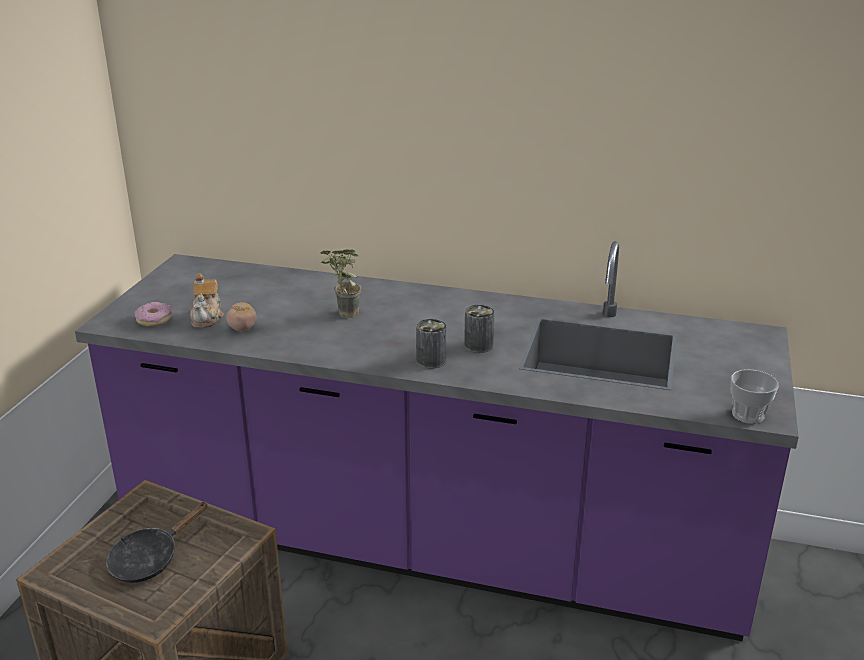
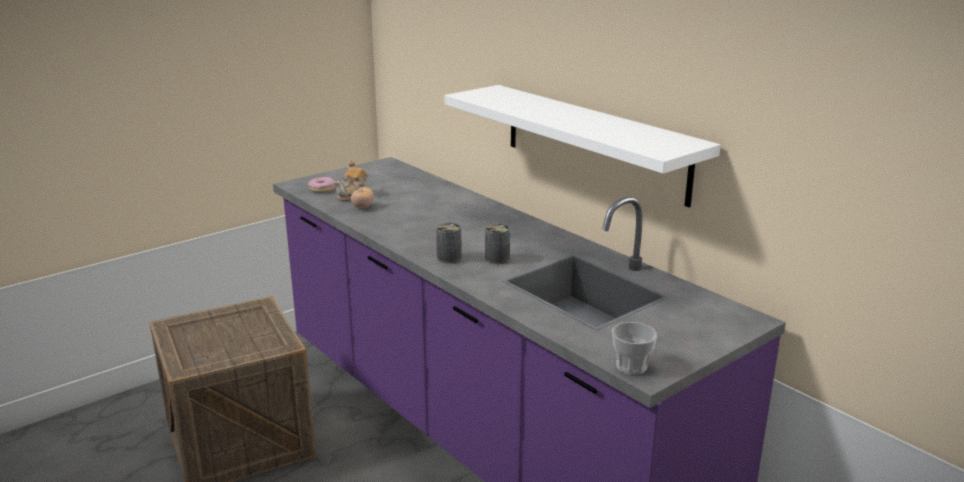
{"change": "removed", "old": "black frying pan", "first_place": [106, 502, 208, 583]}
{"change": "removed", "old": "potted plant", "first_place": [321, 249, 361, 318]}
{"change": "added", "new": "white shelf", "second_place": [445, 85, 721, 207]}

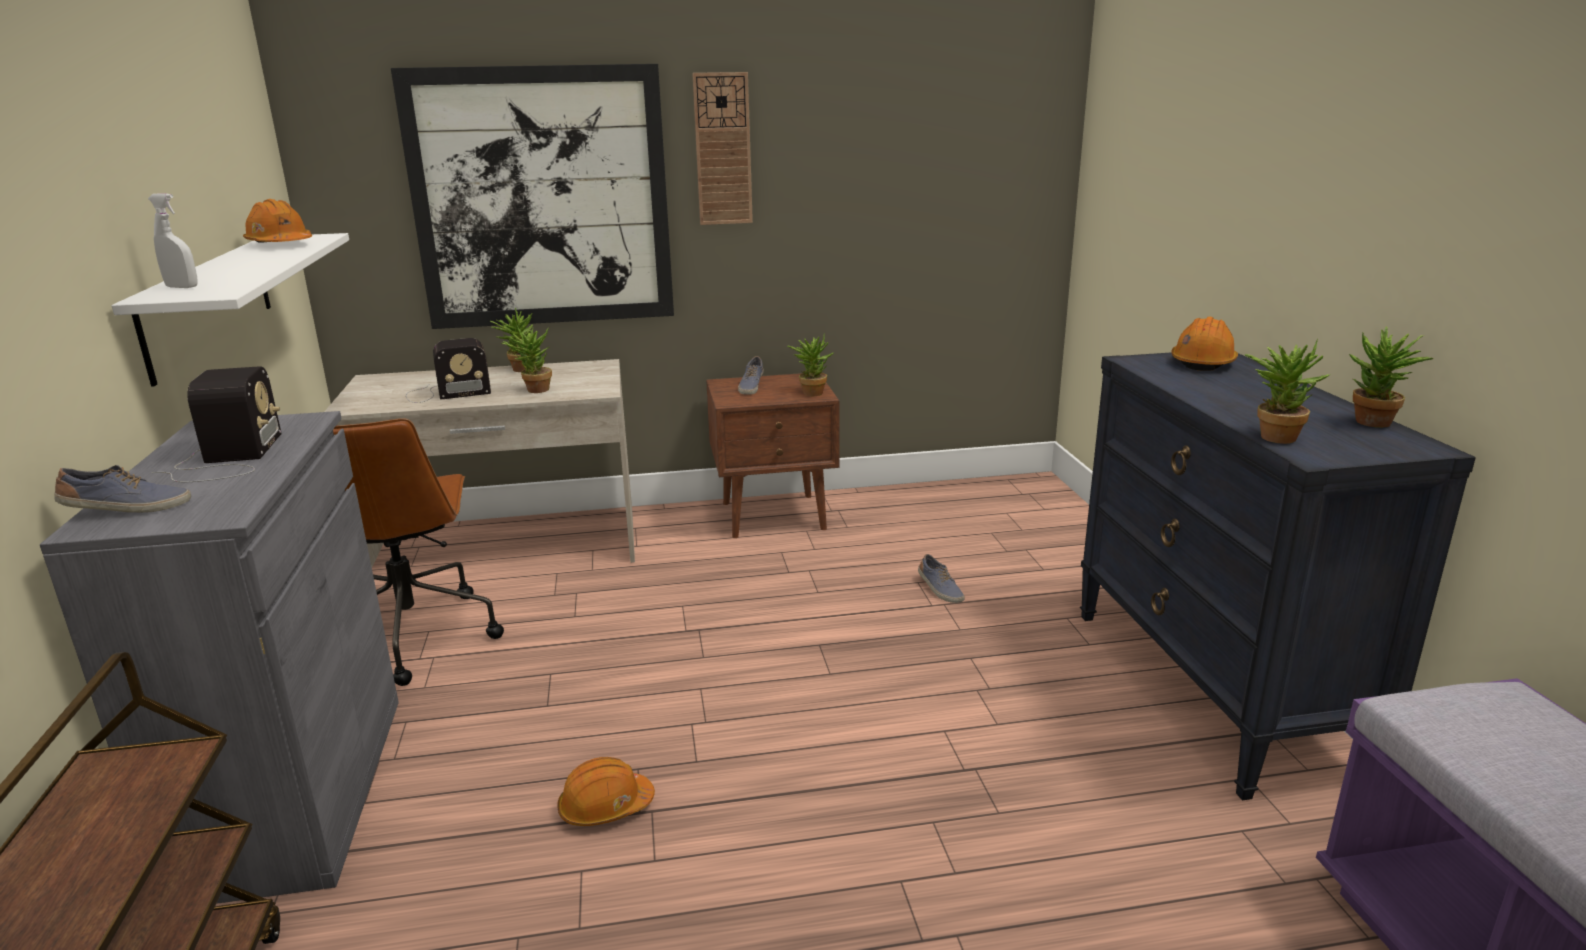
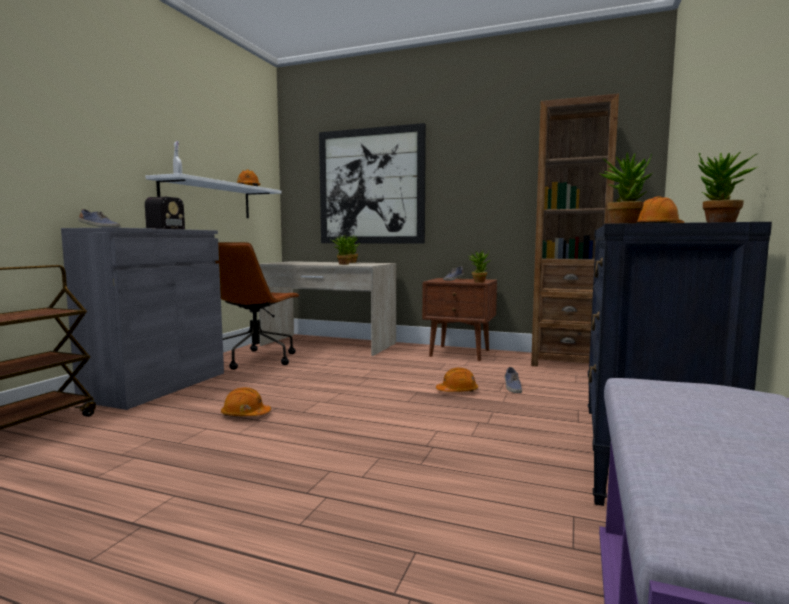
{"change": "removed", "old": "radio", "first_place": [406, 338, 491, 403]}
{"change": "removed", "old": "wall clock", "first_place": [692, 72, 753, 225]}
{"change": "added", "new": "orange hard hat", "second_place": [436, 368, 478, 392]}
{"change": "added", "new": "brown bookcase", "second_place": [531, 94, 619, 367]}

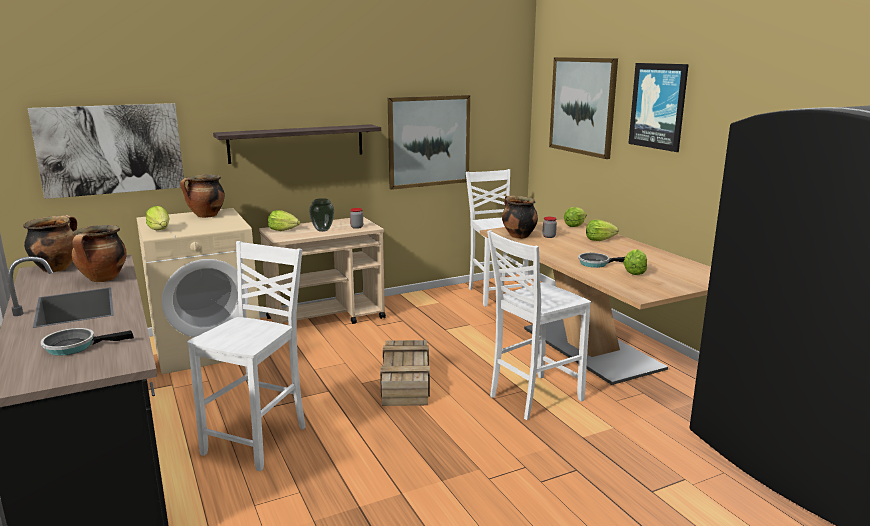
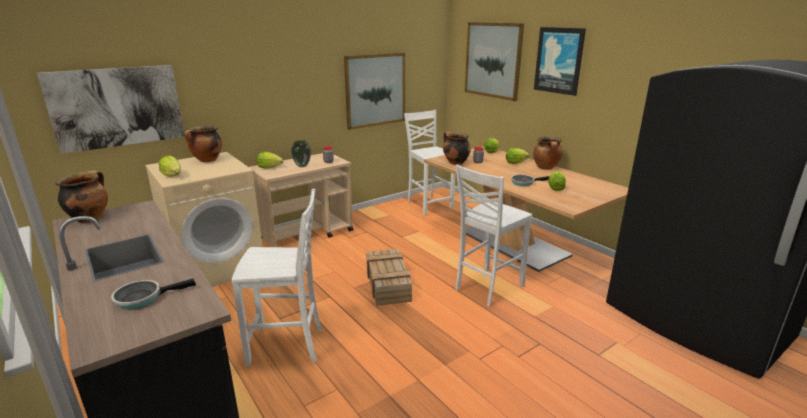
{"change": "removed", "old": "shelf", "first_place": [213, 124, 381, 164]}
{"change": "moved", "old": "cooking pot", "first_place": [72, 225, 126, 282], "second_place": [533, 136, 562, 170]}
{"change": "turned", "old": "white chair", "first_place": [187, 241, 306, 472], "second_place": [232, 189, 322, 366], "degrees": 75}

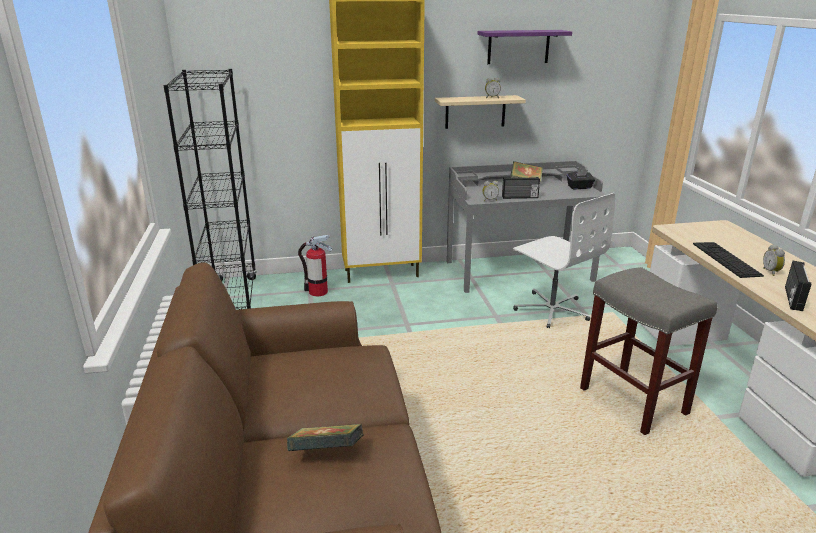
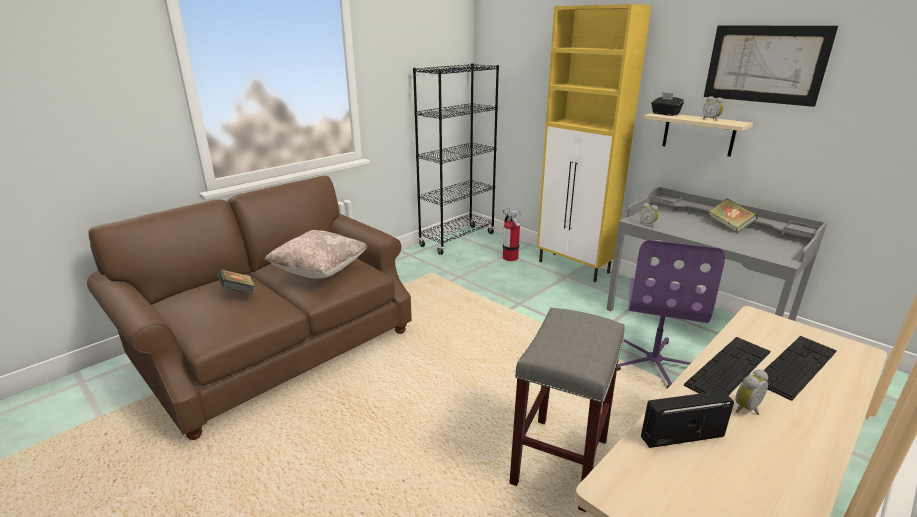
{"change": "removed", "old": "radio", "first_place": [502, 177, 540, 199]}
{"change": "added", "new": "beige pillow", "second_place": [264, 230, 368, 279]}
{"change": "added", "new": "keyboard", "second_place": [764, 336, 837, 401]}
{"change": "moved", "old": "black tissue box", "first_place": [567, 170, 595, 189], "second_place": [651, 92, 684, 116]}
{"change": "replaced", "old": "purple shelf", "new": "picture", "first_place": [477, 30, 572, 64], "second_place": [704, 26, 838, 107]}
{"change": "recoloured", "old": "white office chair", "new": "purple office chair", "first_place": [513, 193, 615, 328], "second_place": [617, 240, 725, 389]}

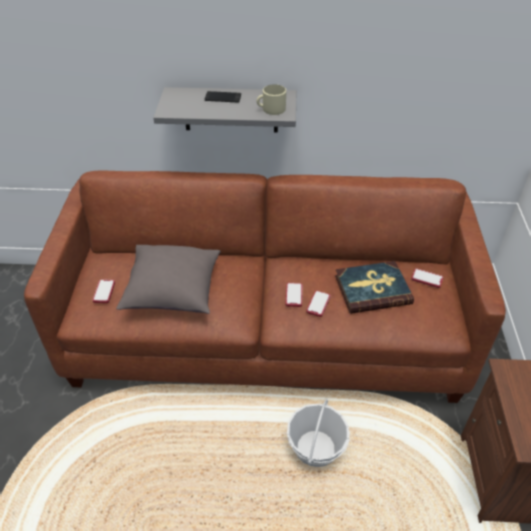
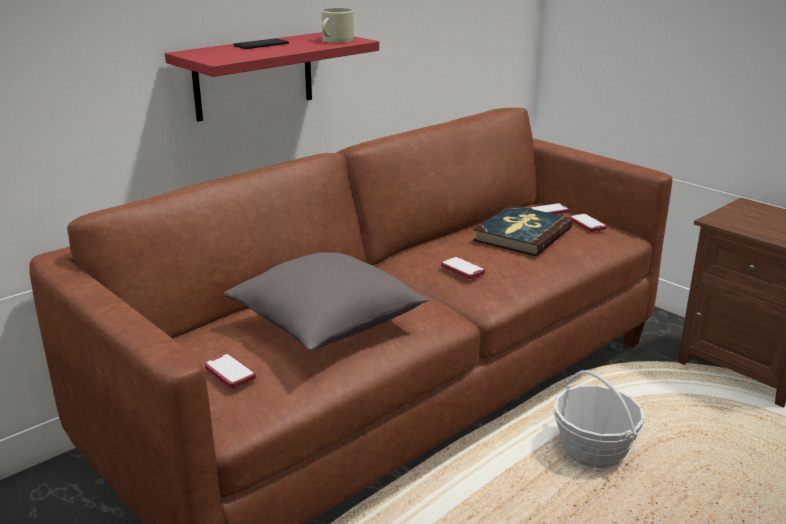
{"change": "moved", "old": "phone", "first_place": [306, 291, 331, 317], "second_place": [570, 214, 606, 232]}
{"change": "recoloured", "old": "grey shelf", "new": "red shelf", "first_place": [153, 87, 297, 133], "second_place": [165, 32, 379, 122]}

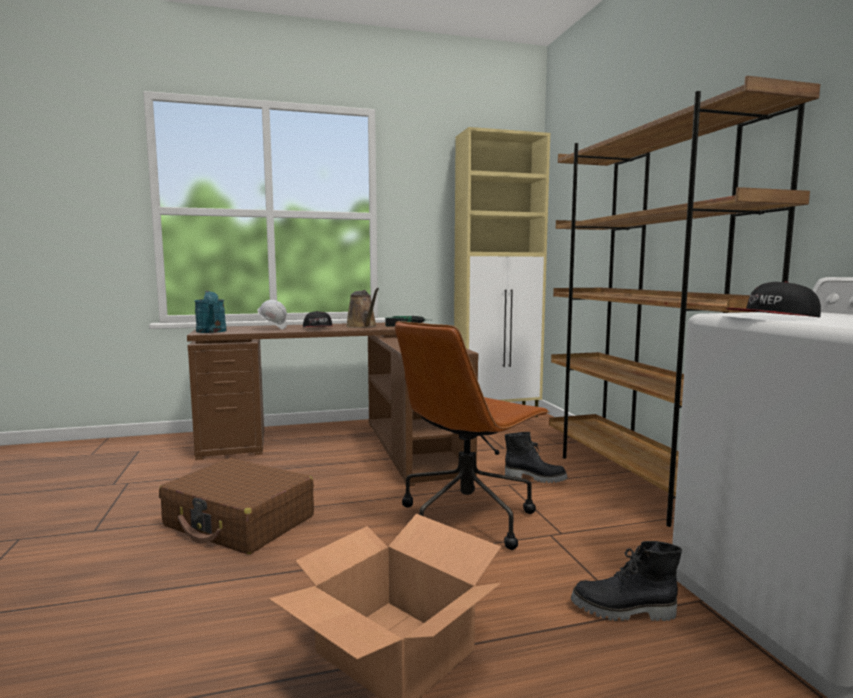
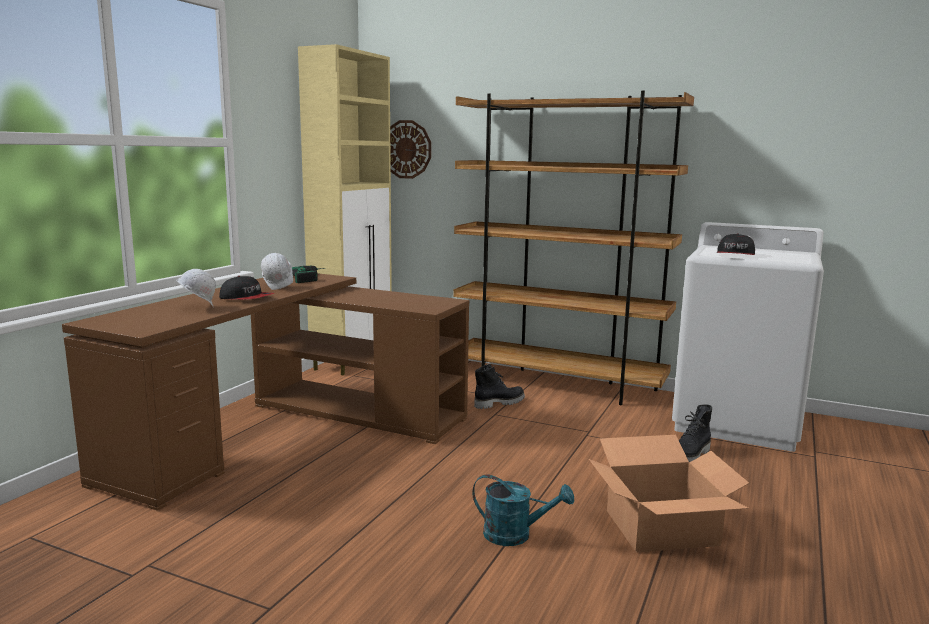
{"change": "removed", "old": "brown suitcase", "first_place": [159, 458, 314, 554]}
{"change": "removed", "old": "brown office chair", "first_place": [395, 321, 549, 550]}
{"change": "added", "new": "wall clock", "second_place": [390, 120, 431, 179]}
{"change": "moved", "old": "turquoise watering can", "first_place": [194, 291, 227, 333], "second_place": [472, 475, 574, 546]}
{"change": "replaced", "old": "brown watering can", "new": "white hard hat", "first_place": [346, 288, 379, 328], "second_place": [261, 253, 293, 290]}

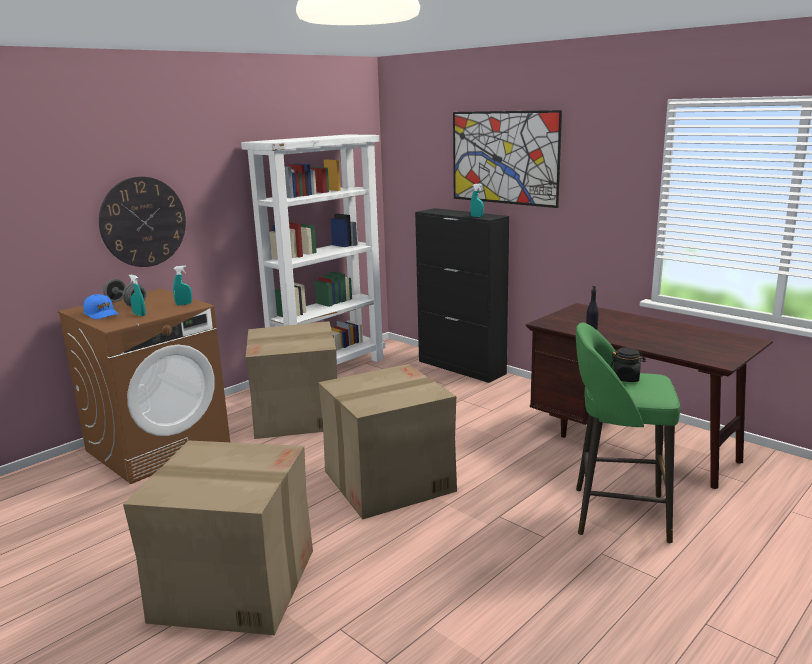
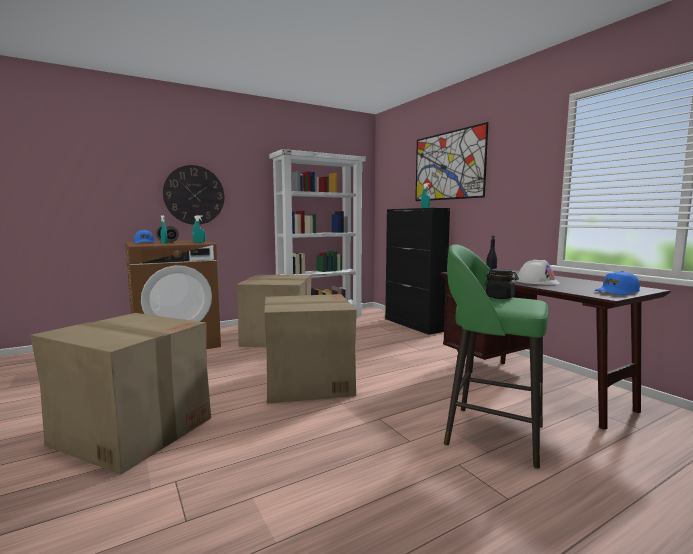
{"change": "added", "new": "white hard hat", "second_place": [516, 260, 560, 285]}
{"change": "added", "new": "blue cap", "second_place": [595, 271, 640, 295]}

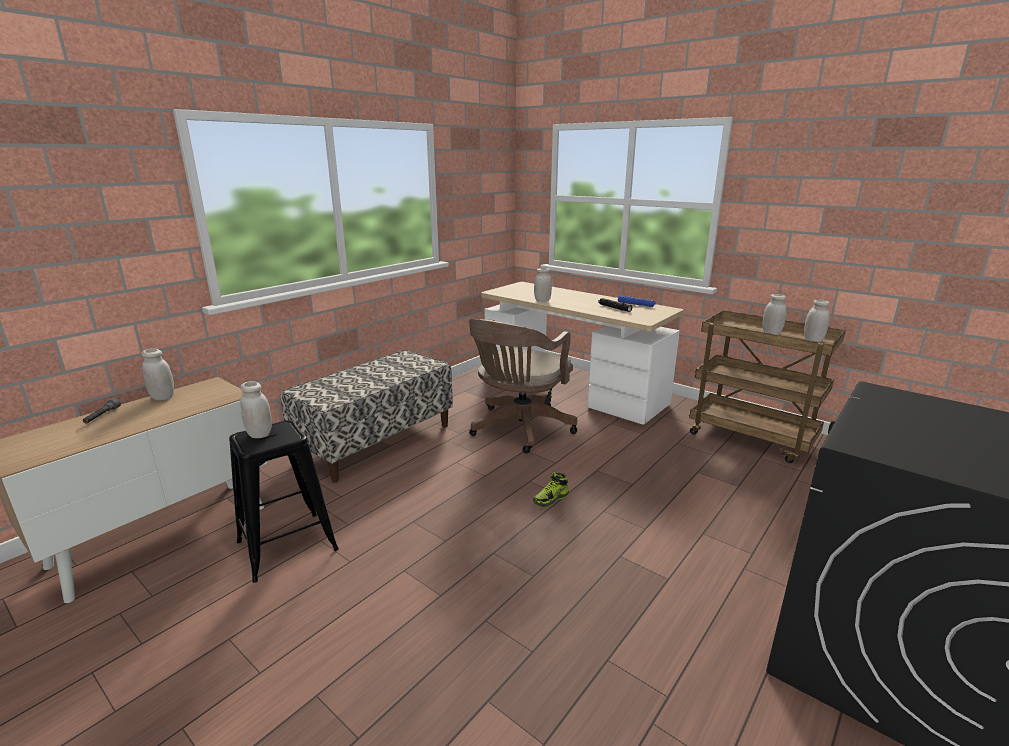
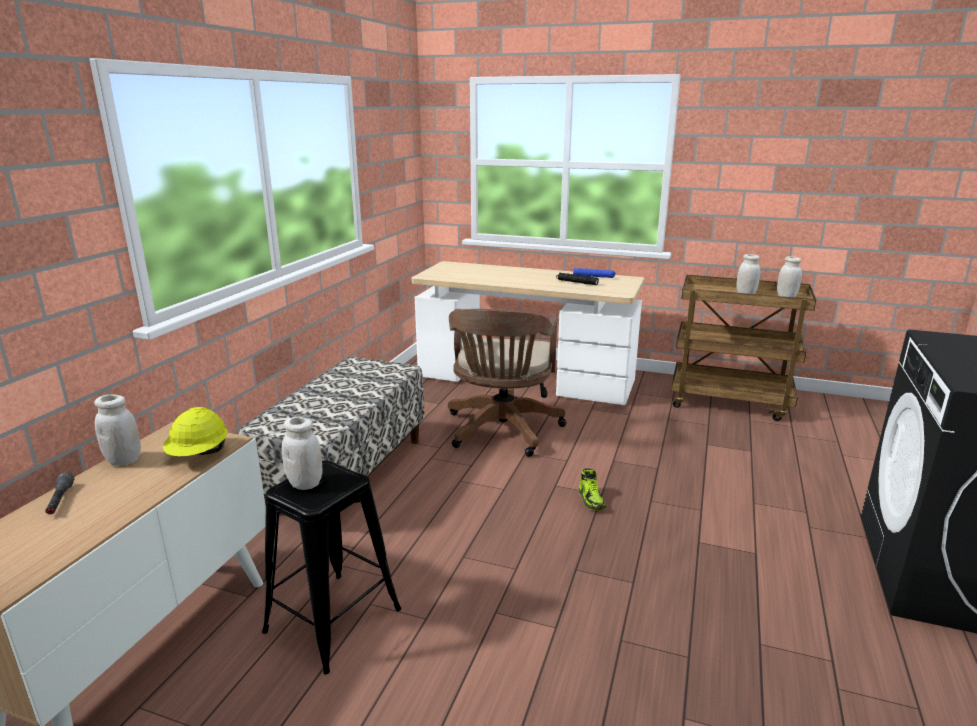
{"change": "removed", "old": "white jar", "first_place": [534, 268, 552, 302]}
{"change": "added", "new": "yellow hard hat", "second_place": [163, 407, 228, 456]}
{"change": "turned", "old": "shoe", "first_place": [533, 472, 569, 508], "second_place": [579, 468, 606, 510], "degrees": -45}

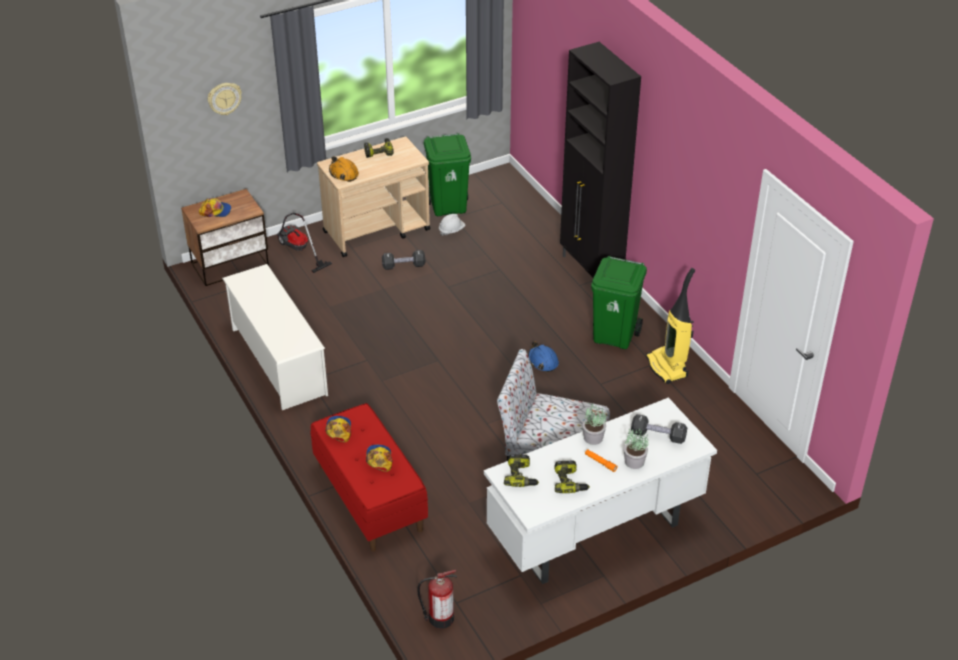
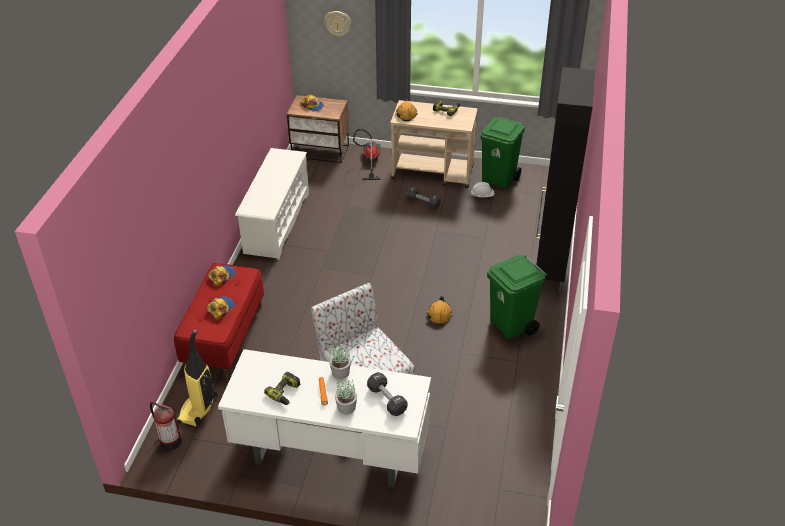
{"change": "removed", "old": "power drill", "first_place": [504, 454, 539, 487]}
{"change": "moved", "old": "vacuum cleaner", "first_place": [646, 268, 695, 384], "second_place": [177, 330, 217, 427]}
{"change": "recoloured", "old": "blue hard hat", "new": "orange hard hat", "first_place": [528, 341, 559, 372], "second_place": [427, 296, 452, 325]}

